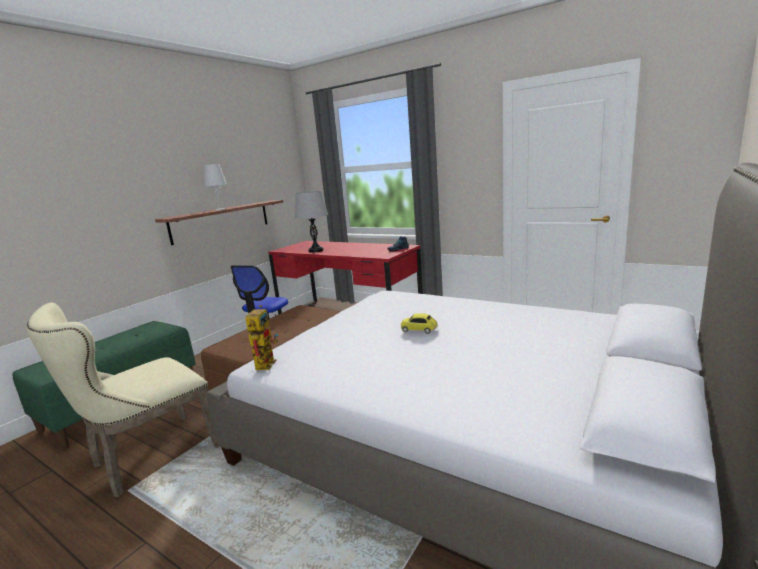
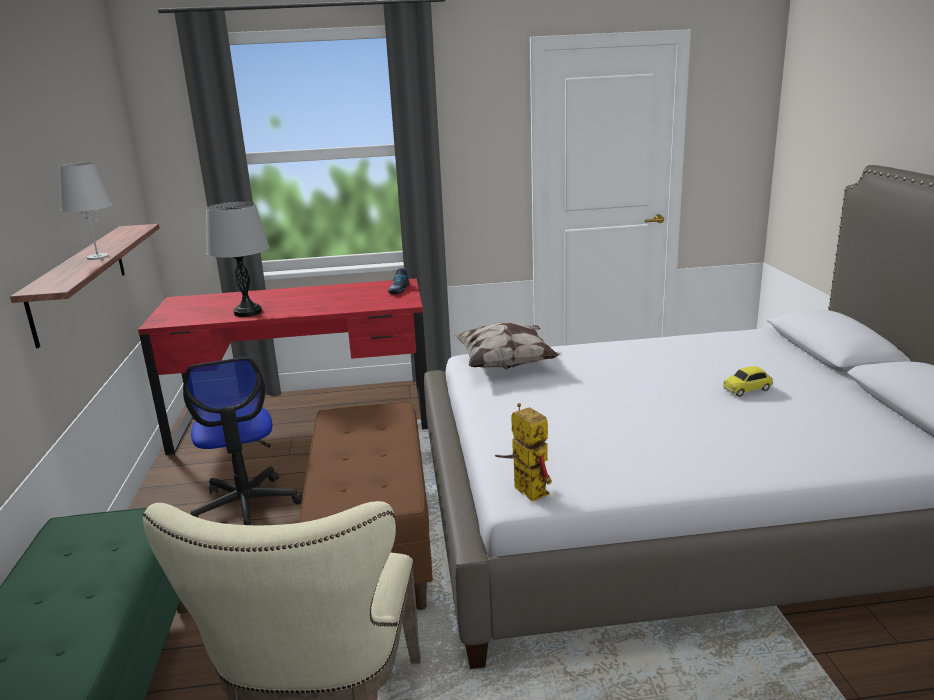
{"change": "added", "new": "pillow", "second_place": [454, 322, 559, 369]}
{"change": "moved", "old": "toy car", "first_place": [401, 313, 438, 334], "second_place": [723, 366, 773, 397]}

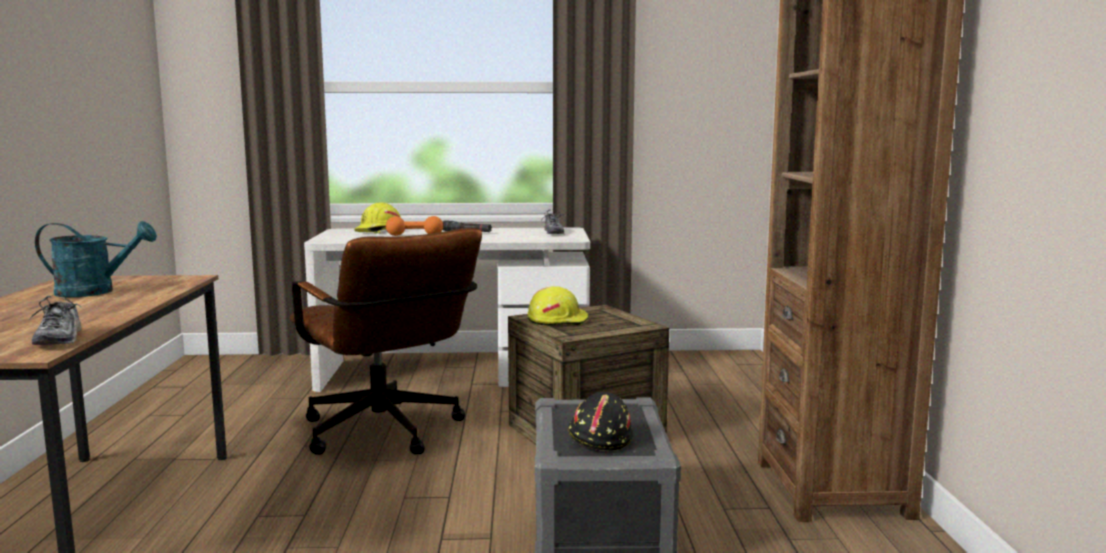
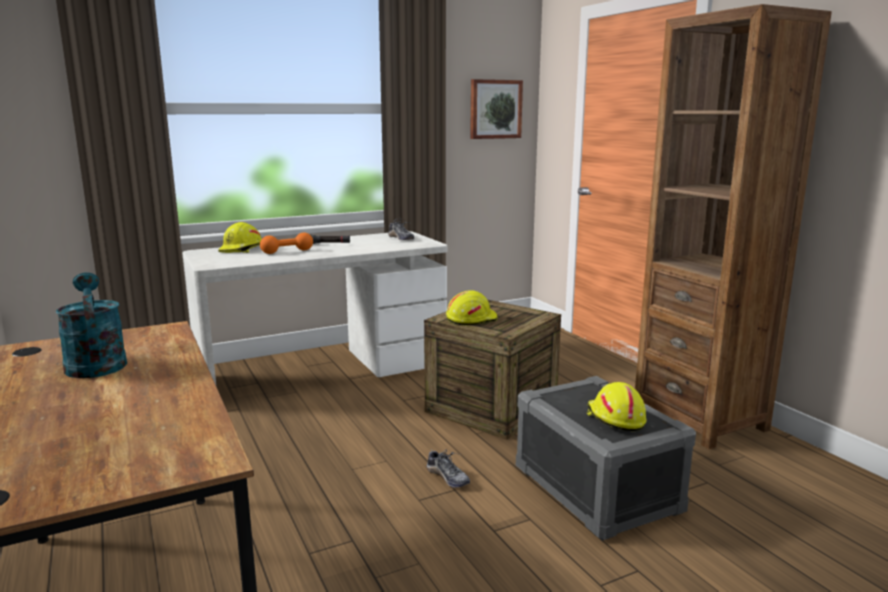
{"change": "removed", "old": "brown office chair", "first_place": [290, 228, 482, 455]}
{"change": "added", "new": "picture", "second_place": [470, 79, 523, 139]}
{"change": "moved", "old": "shoe", "first_place": [29, 294, 81, 345], "second_place": [427, 448, 470, 488]}
{"change": "recoloured", "old": "black hard hat", "new": "yellow hard hat", "first_place": [568, 392, 633, 451], "second_place": [586, 382, 646, 431]}
{"change": "turned", "old": "turquoise watering can", "first_place": [35, 221, 157, 297], "second_place": [56, 273, 127, 378], "degrees": -90}

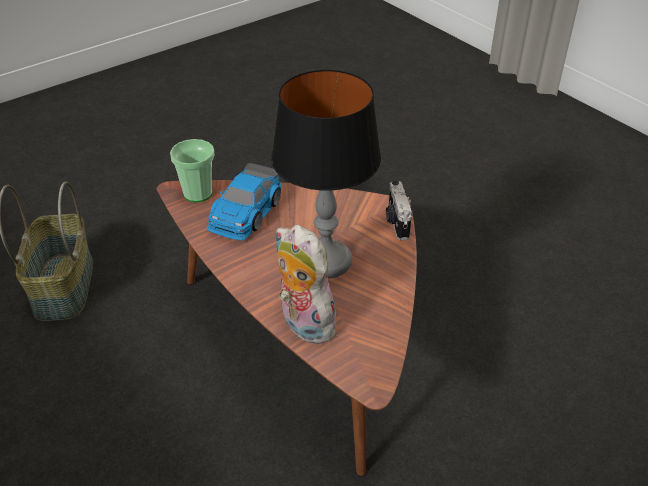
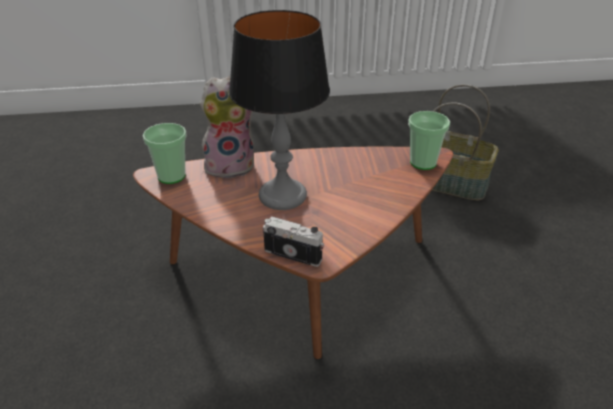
{"change": "removed", "old": "toy car", "first_place": [207, 163, 281, 241]}
{"change": "added", "new": "cup", "second_place": [143, 123, 187, 184]}

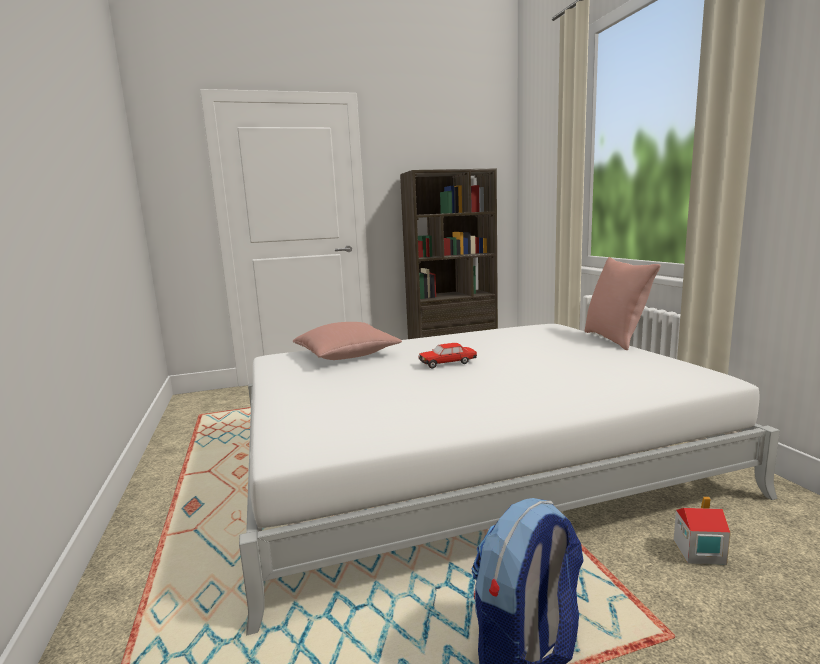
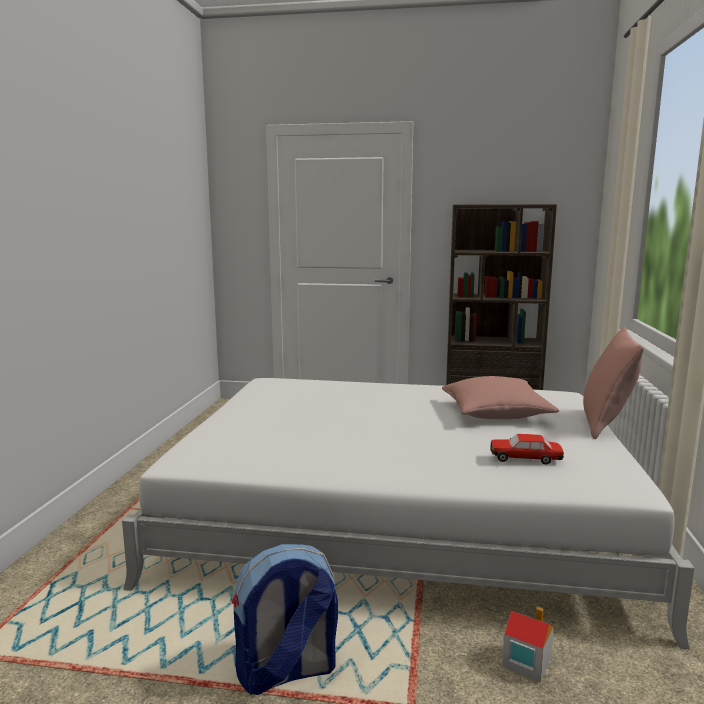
{"change": "moved", "old": "pink pillow", "first_place": [293, 322, 402, 360], "second_place": [442, 376, 559, 419]}
{"change": "moved", "old": "toy car", "first_place": [419, 343, 477, 368], "second_place": [490, 434, 564, 465]}

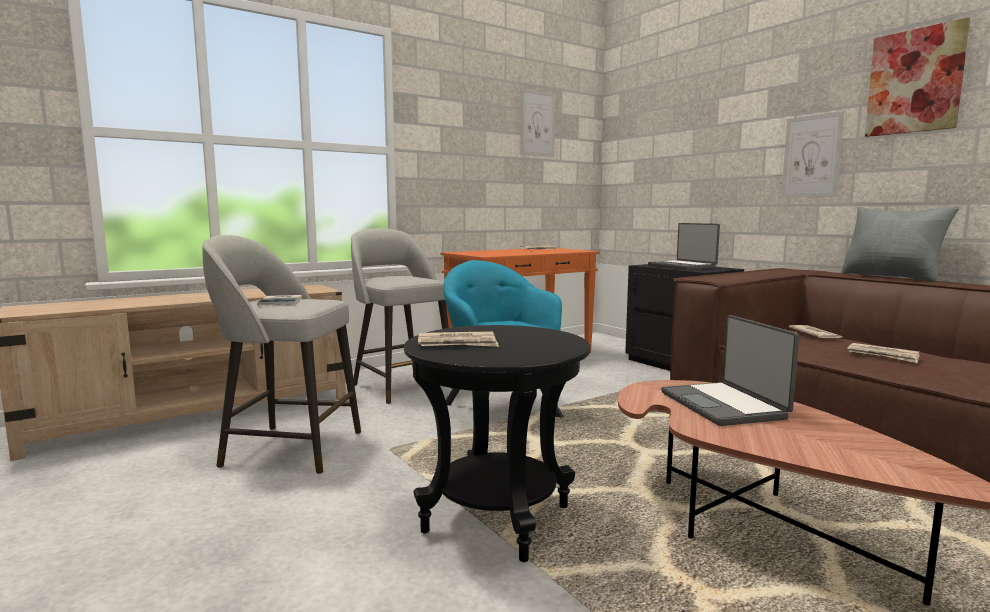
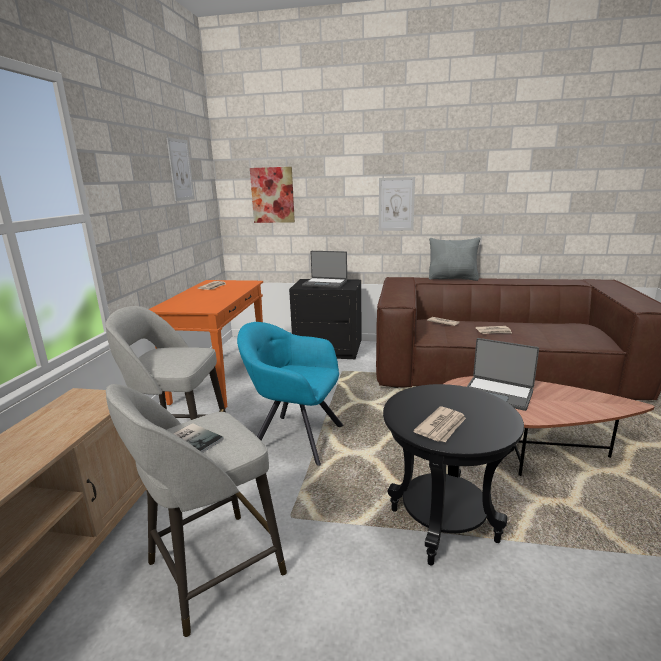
{"change": "moved", "old": "picture", "first_place": [865, 17, 970, 137], "second_place": [250, 167, 295, 223]}

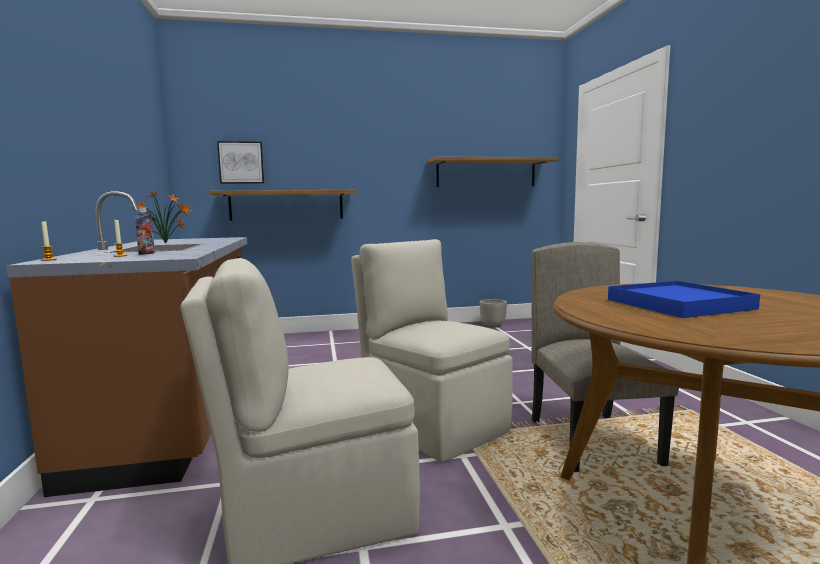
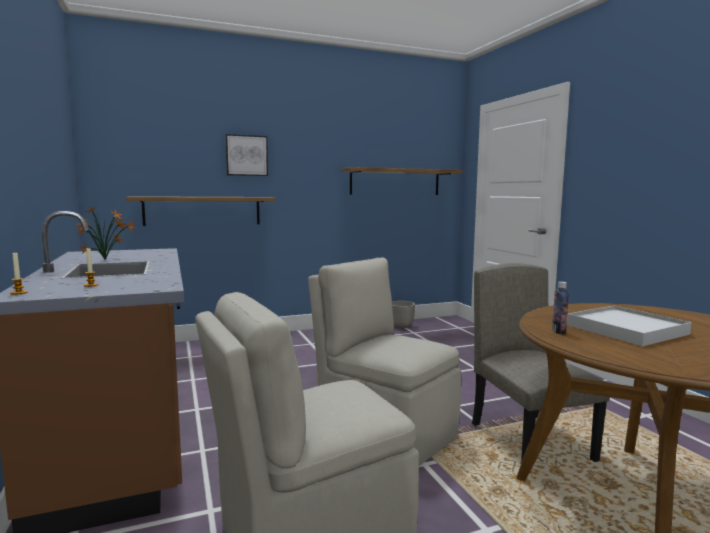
{"change": "moved", "old": "bottle", "first_place": [135, 207, 155, 255], "second_place": [552, 282, 569, 334]}
{"change": "moved", "old": "picture", "first_place": [217, 141, 264, 184], "second_place": [226, 134, 268, 176]}
{"change": "recoloured", "old": "blue tray", "new": "white tray", "first_place": [608, 281, 760, 318], "second_place": [567, 306, 692, 346]}

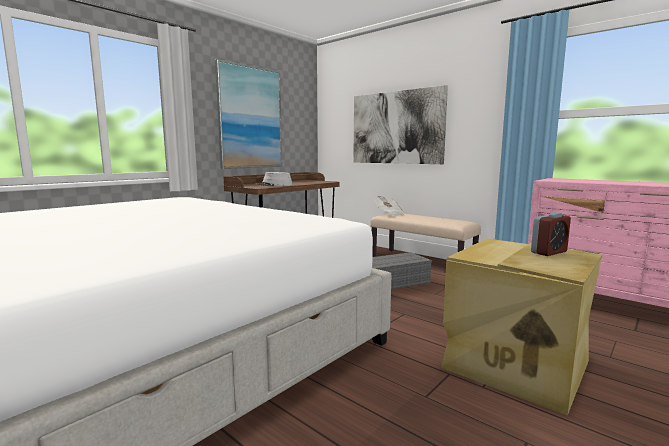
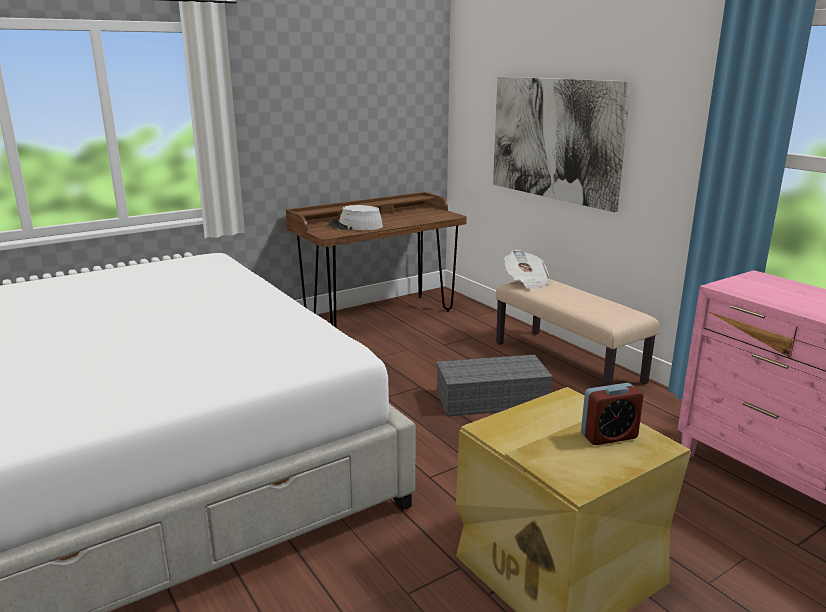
{"change": "removed", "old": "picture", "first_place": [215, 59, 282, 169]}

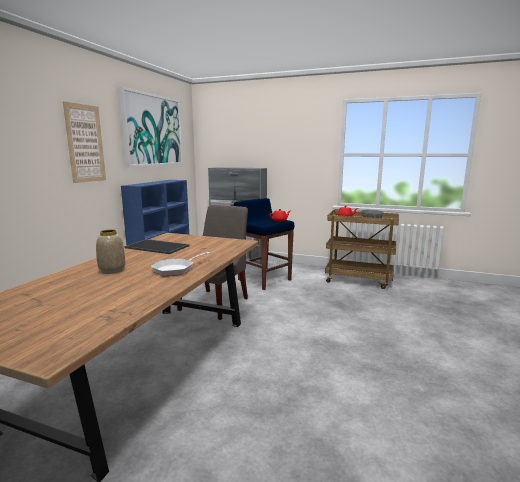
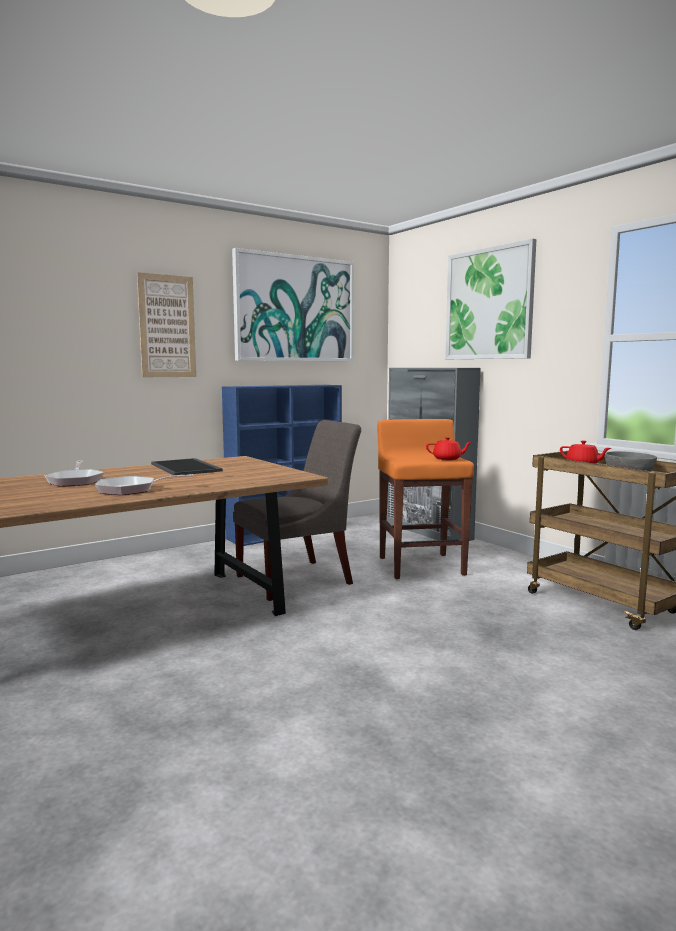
{"change": "added", "new": "picture", "second_place": [445, 238, 537, 359]}
{"change": "replaced", "old": "vase", "new": "frying pan", "first_place": [96, 229, 125, 274], "second_place": [44, 460, 104, 487]}
{"change": "recoloured", "old": "blue stool", "new": "orange stool", "first_place": [234, 198, 294, 290], "second_place": [377, 419, 474, 579]}

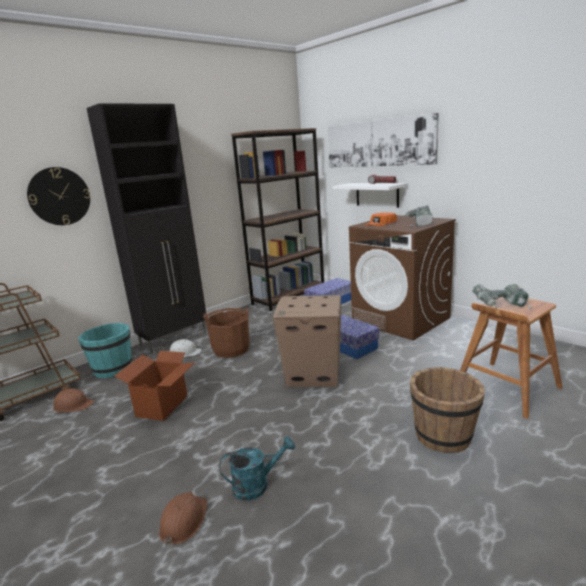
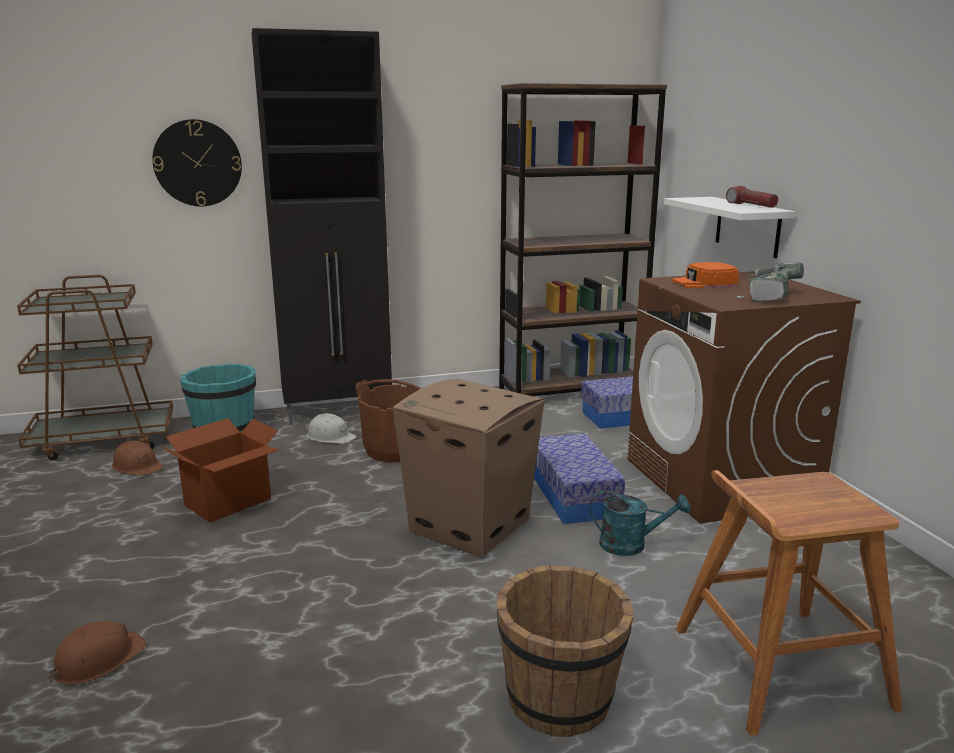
{"change": "removed", "old": "picture", "first_place": [328, 113, 439, 168]}
{"change": "removed", "old": "power drill", "first_place": [472, 284, 532, 309]}
{"change": "moved", "old": "turquoise watering can", "first_place": [219, 436, 295, 500], "second_place": [590, 490, 691, 556]}

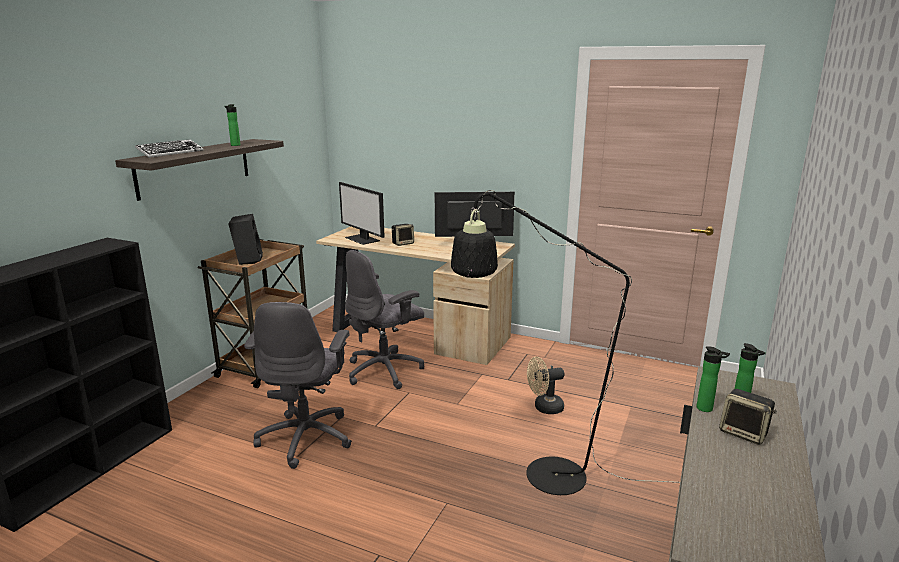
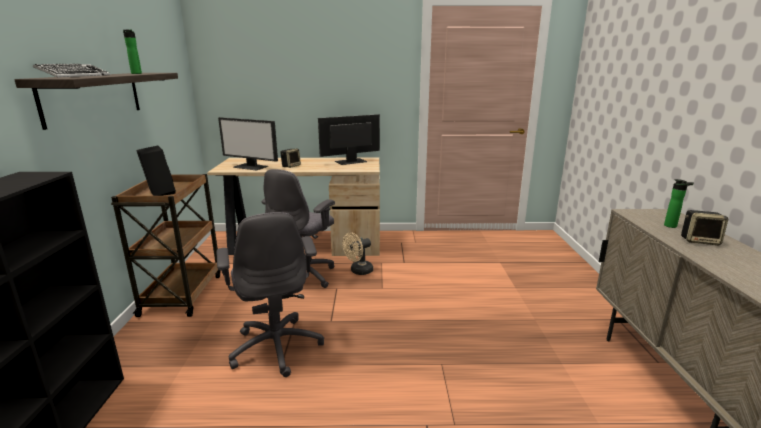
{"change": "removed", "old": "black floor lamp", "first_place": [451, 190, 680, 495]}
{"change": "removed", "old": "bottle", "first_place": [696, 346, 730, 412]}
{"change": "moved", "old": "beige fan", "first_place": [527, 357, 564, 414], "second_place": [343, 233, 373, 275]}

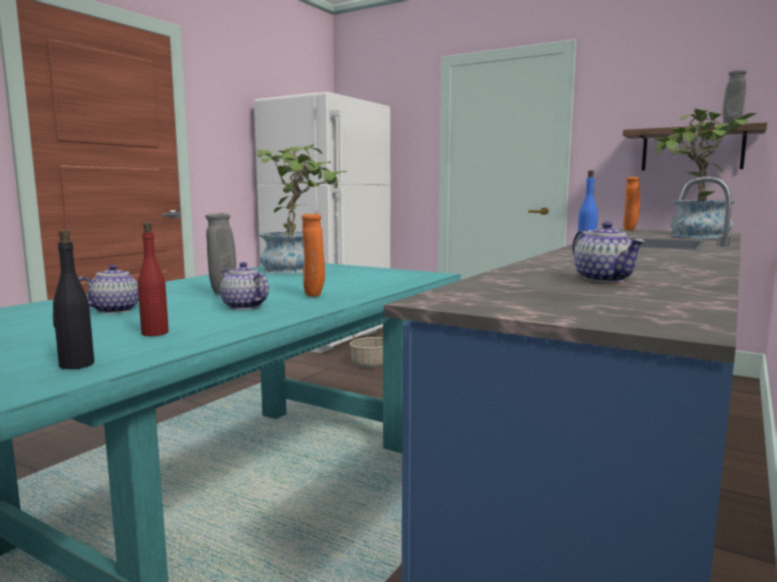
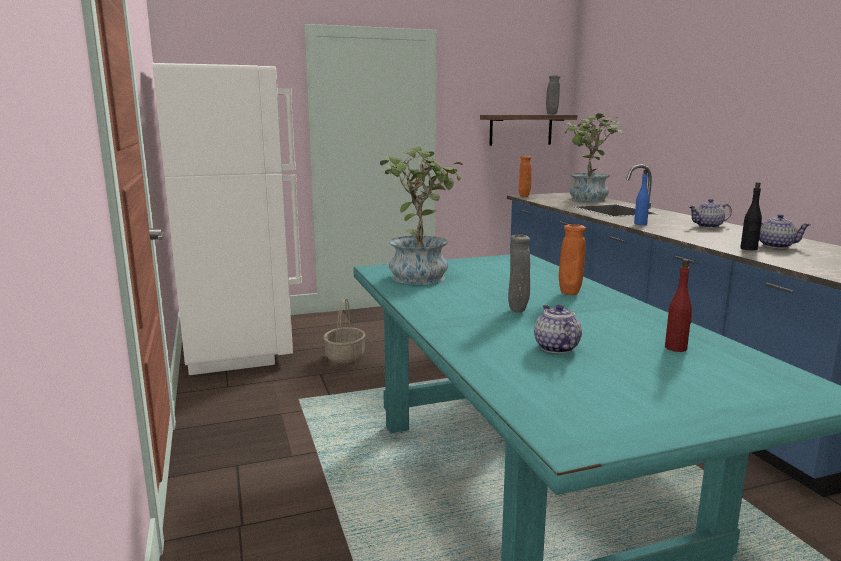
{"change": "moved", "old": "black bottle", "first_place": [53, 230, 94, 369], "second_place": [740, 182, 762, 250]}
{"change": "moved", "old": "teapot", "first_place": [220, 262, 269, 310], "second_place": [689, 199, 732, 228]}

